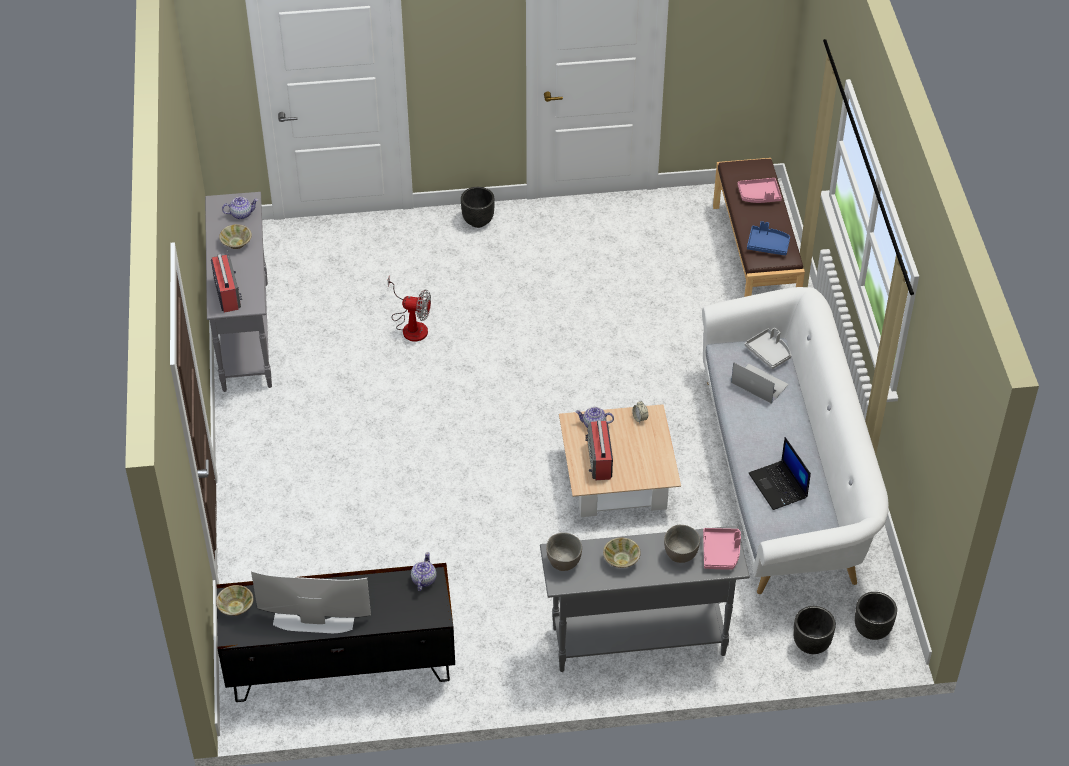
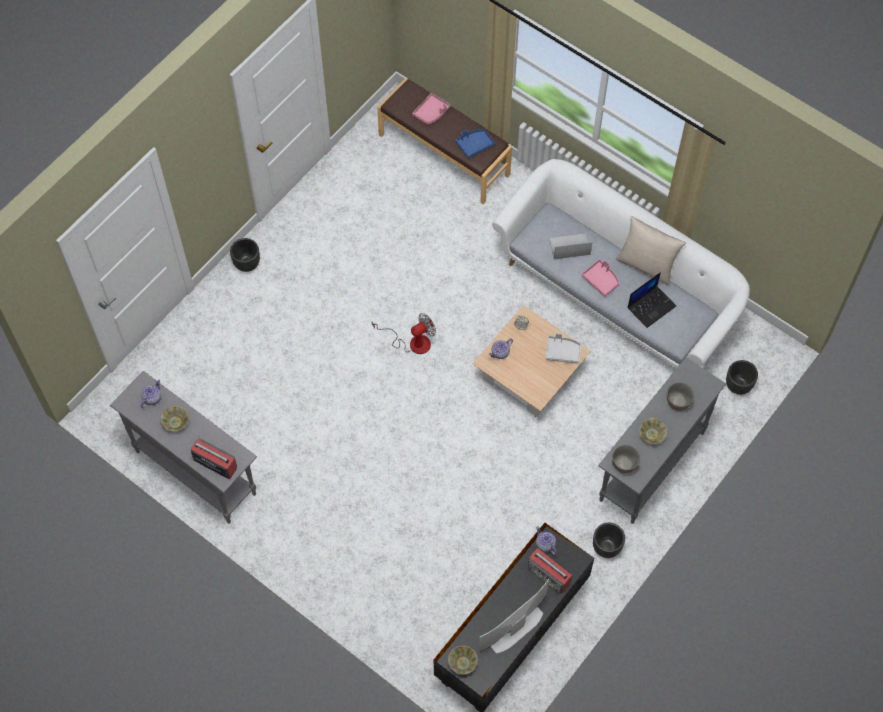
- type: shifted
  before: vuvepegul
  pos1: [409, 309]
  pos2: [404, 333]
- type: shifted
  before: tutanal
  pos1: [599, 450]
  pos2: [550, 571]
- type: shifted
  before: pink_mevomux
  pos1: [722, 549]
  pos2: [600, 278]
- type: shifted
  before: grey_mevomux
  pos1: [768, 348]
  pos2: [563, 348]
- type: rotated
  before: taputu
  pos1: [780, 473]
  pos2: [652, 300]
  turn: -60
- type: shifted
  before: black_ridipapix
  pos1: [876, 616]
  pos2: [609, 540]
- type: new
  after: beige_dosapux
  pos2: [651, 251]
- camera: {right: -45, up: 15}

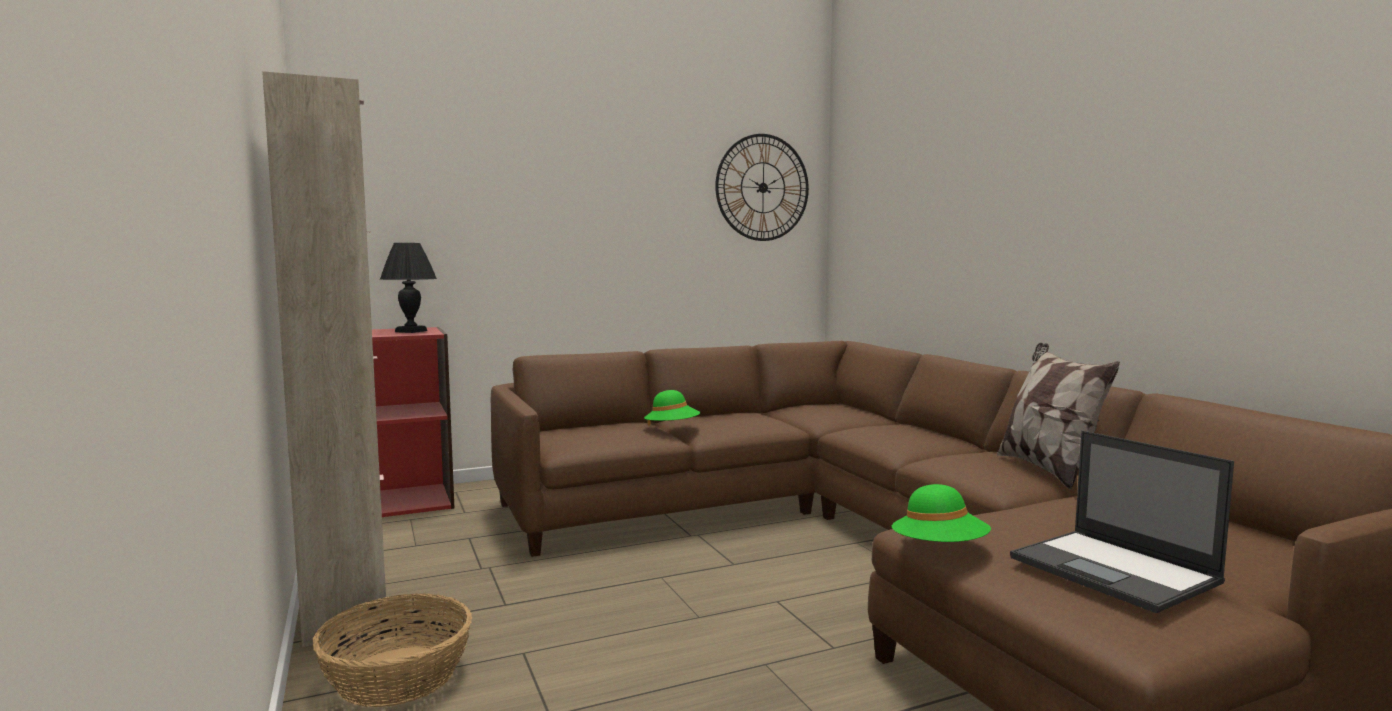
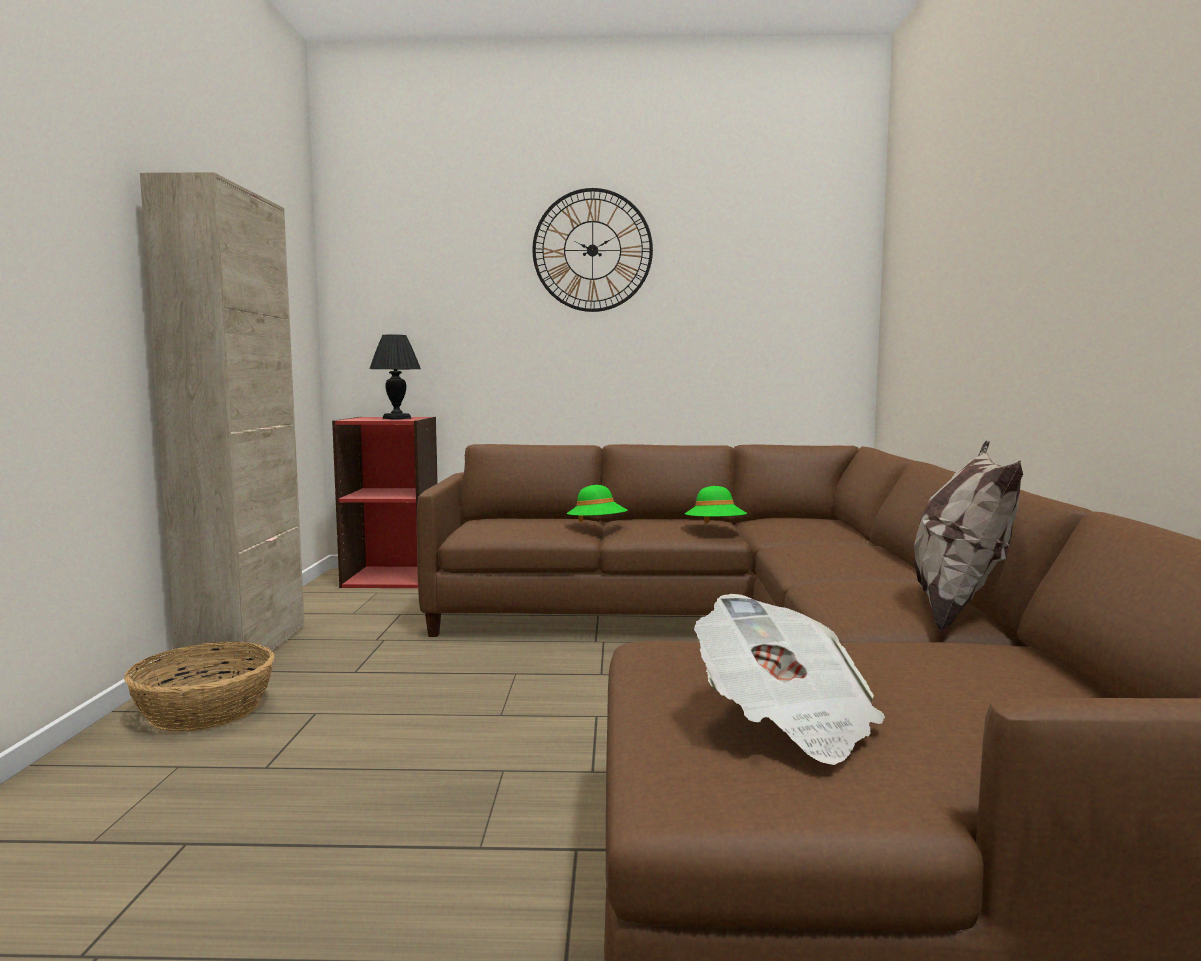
- type: shifted
  before: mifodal
  pos1: [762, 187]
  pos2: [592, 250]
- type: shifted
  before: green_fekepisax
  pos1: [941, 513]
  pos2: [716, 505]
- type: swapped
  before: taputu
  after: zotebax
  pos1: [1122, 522]
  pos2: [789, 679]
- camera: {right: 25, up: 0}

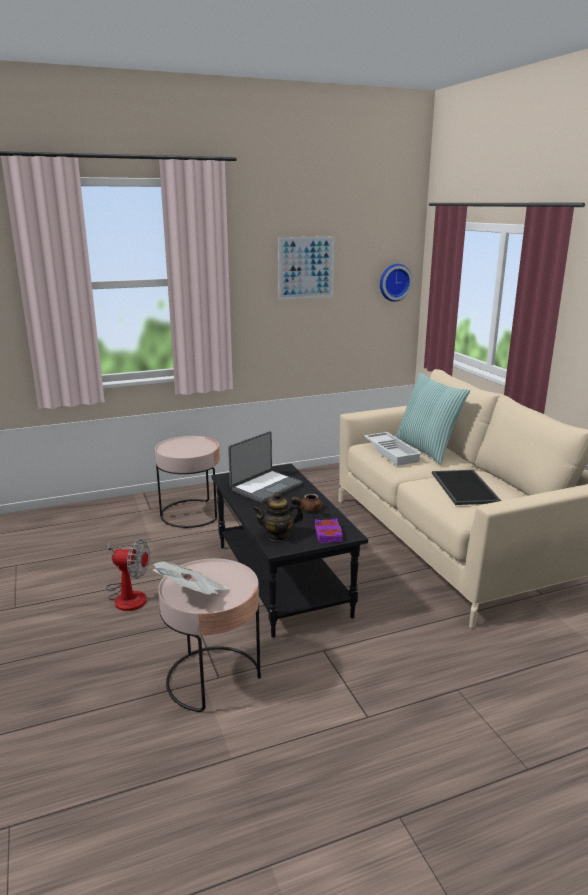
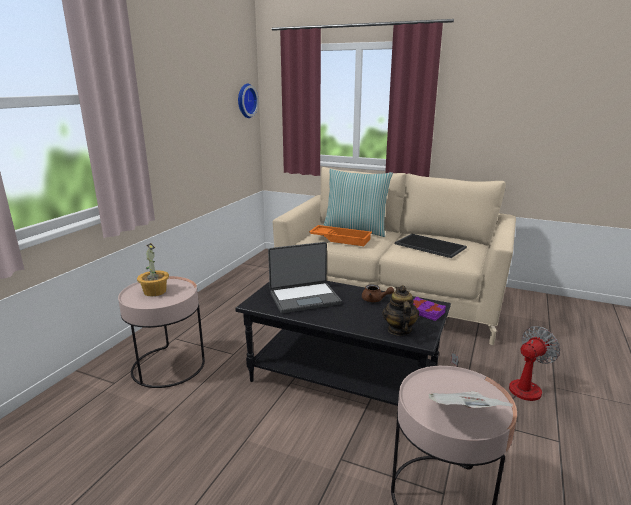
- type: shifted
  before: vuvepegul
  pos1: [128, 575]
  pos2: [505, 363]
- type: rotated
  before: taputu
  pos1: [265, 467]
  pos2: [305, 277]
  turn: 75
- type: rotated
  before: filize
  pos1: [278, 516]
  pos2: [400, 310]
  turn: 150
- type: gone
  before: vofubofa
  pos1: [306, 268]
- type: repainted
  before: white_mevomux
  after: orange_mevomux
  pos1: [393, 449]
  pos2: [340, 235]
- type: new
  after: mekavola
  pos2: [153, 270]
- camera: {right: -45, up: 0}

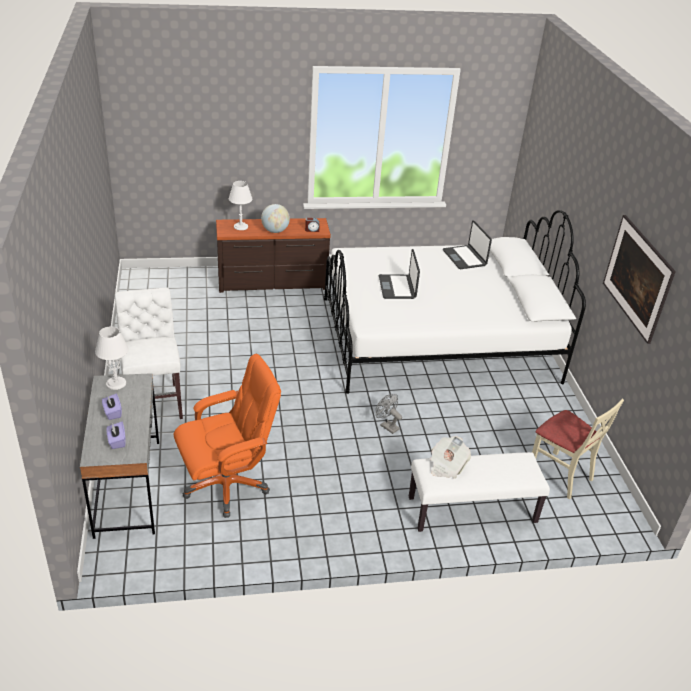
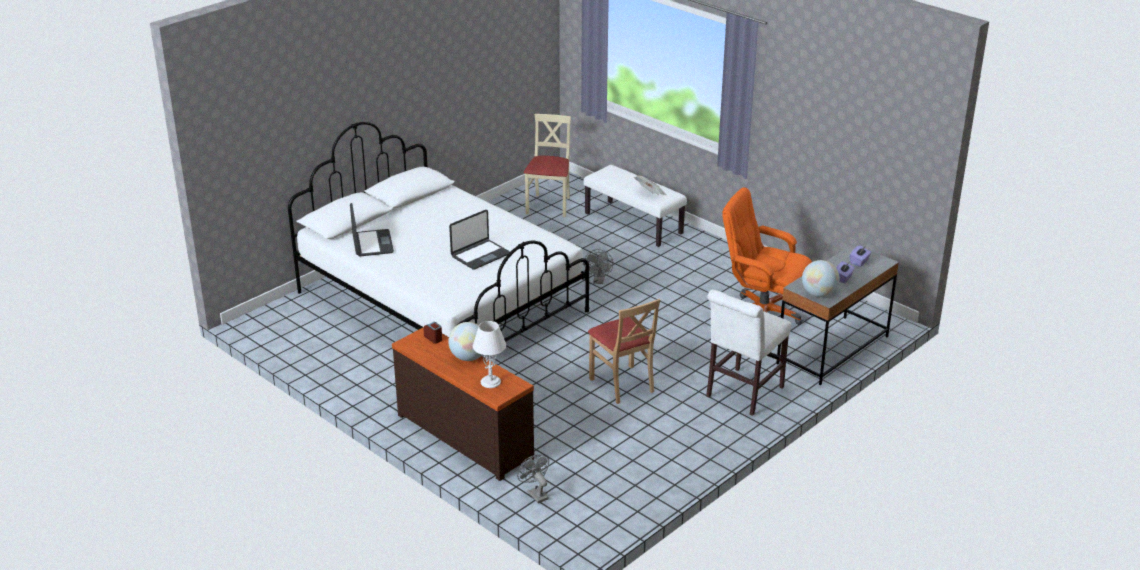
- type: swapped
  before: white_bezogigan
  after: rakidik
  pos1: [112, 358]
  pos2: [820, 278]
- type: rotated
  before: taputu
  pos1: [467, 244]
  pos2: [372, 229]
  turn: -45
- type: gone
  before: vofubofa
  pos1: [639, 279]
- type: new
  after: grey_vuvepegul
  pos2: [533, 479]
- type: new
  after: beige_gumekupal
  pos2: [624, 351]
- camera: {right: -125, up: -5}

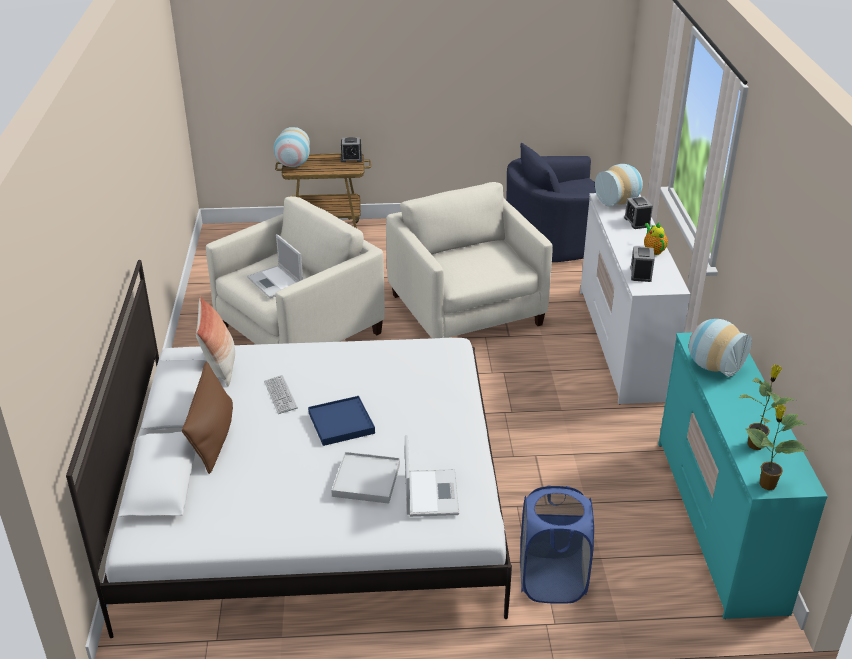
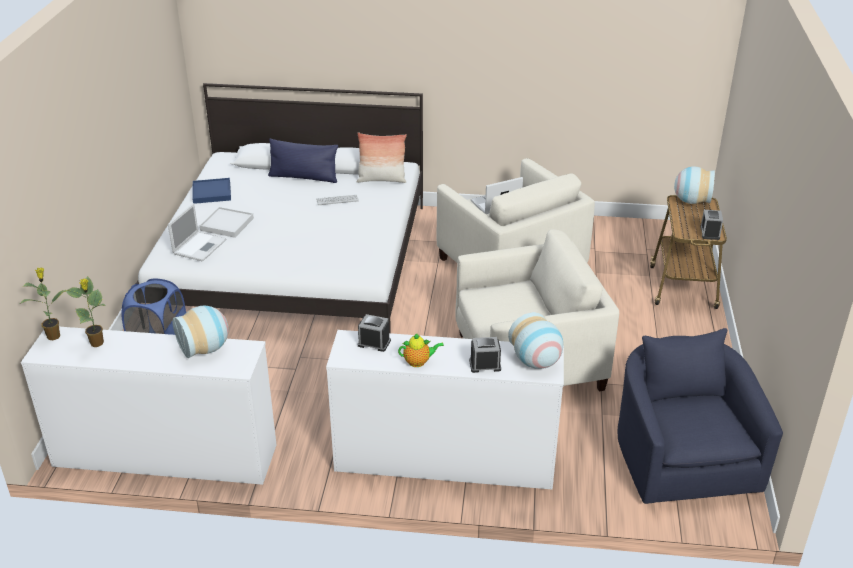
- type: repainted
  before: brown_dosapux
  after: blue_dosapux
  pos1: [207, 418]
  pos2: [303, 161]
- type: shifted
  before: blue_mevomux
  pos1: [341, 421]
  pos2: [211, 191]
- type: rotated
  before: taputu
  pos1: [432, 476]
  pos2: [197, 232]
  turn: -75
- type: repainted
  before: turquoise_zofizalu
  after: white_zofizalu
  pos1: [743, 476]
  pos2: [149, 406]
- camera: {right: 100, up: 0}

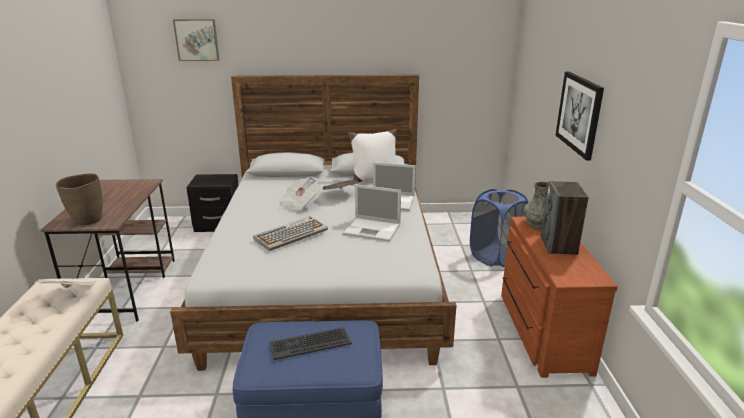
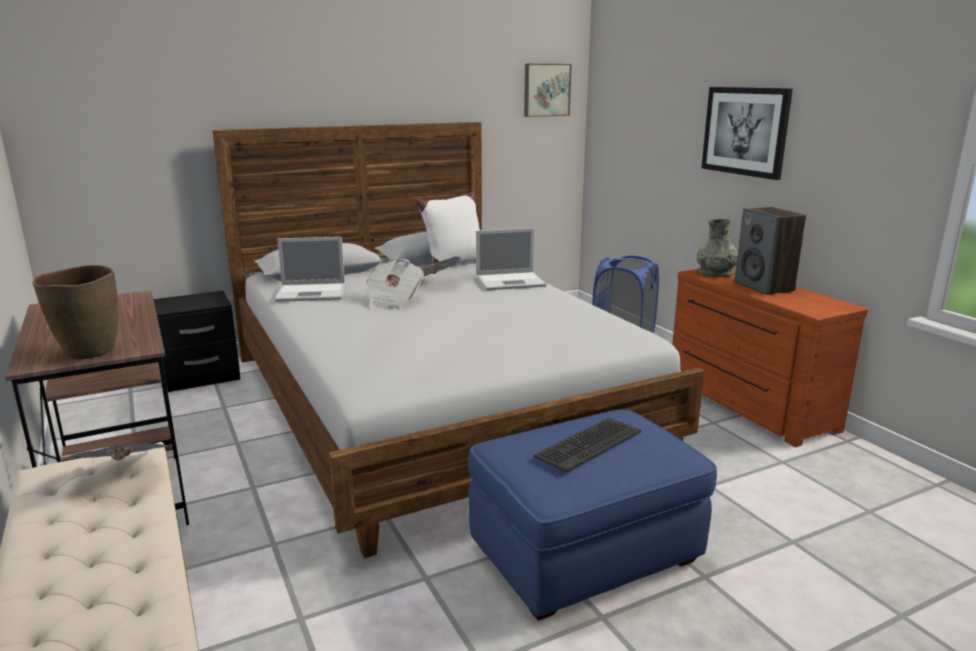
- type: shifted
  before: vofubofa
  pos1: [196, 40]
  pos2: [548, 90]
- type: gone
  before: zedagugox
  pos1: [290, 233]
- type: shifted
  before: taputu
  pos1: [372, 213]
  pos2: [309, 269]
- camera: {right: -25, up: -5}

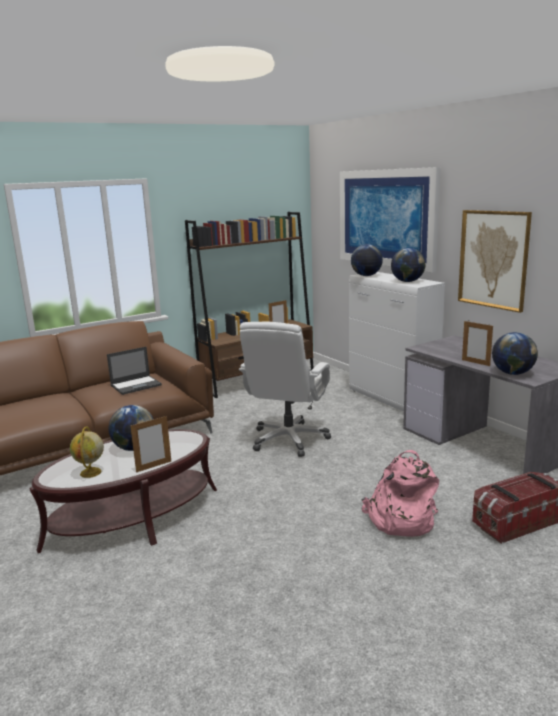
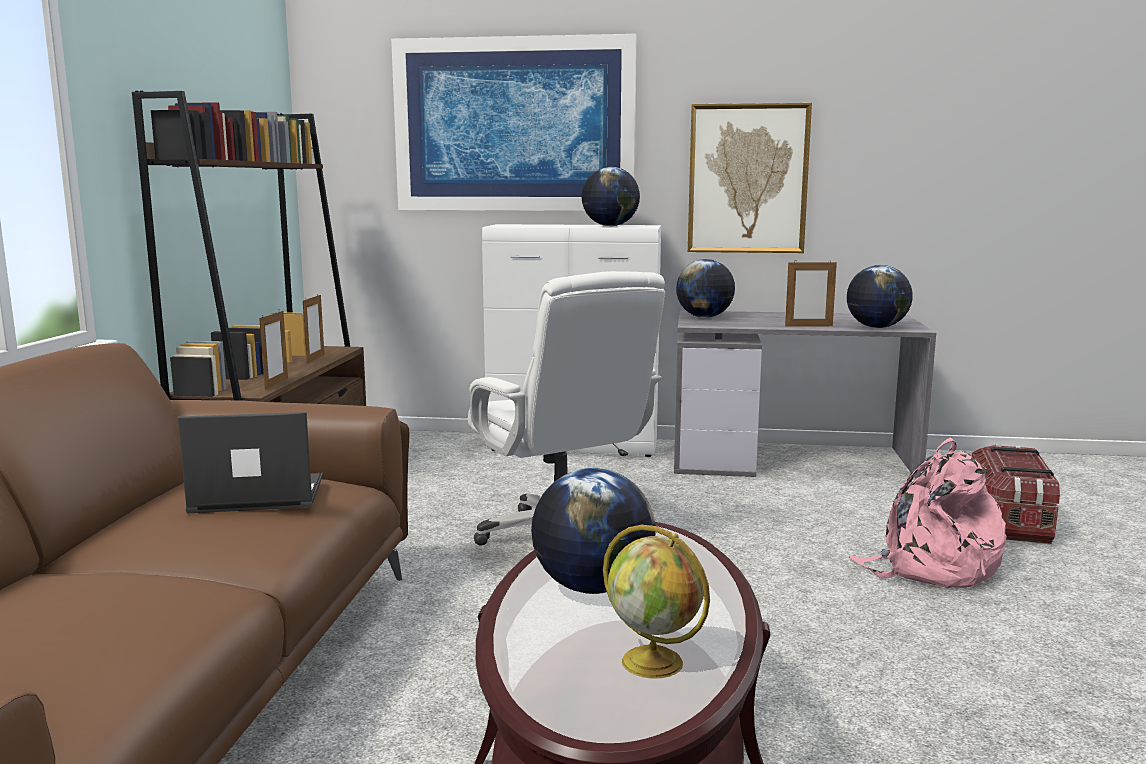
- type: rotated
  before: taputu
  pos1: [134, 371]
  pos2: [250, 462]
  turn: -105
- type: shifted
  before: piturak
  pos1: [150, 444]
  pos2: [273, 349]
- type: shifted
  before: rakidik
  pos1: [367, 260]
  pos2: [705, 288]
- camera: {right: -50, up: -5}

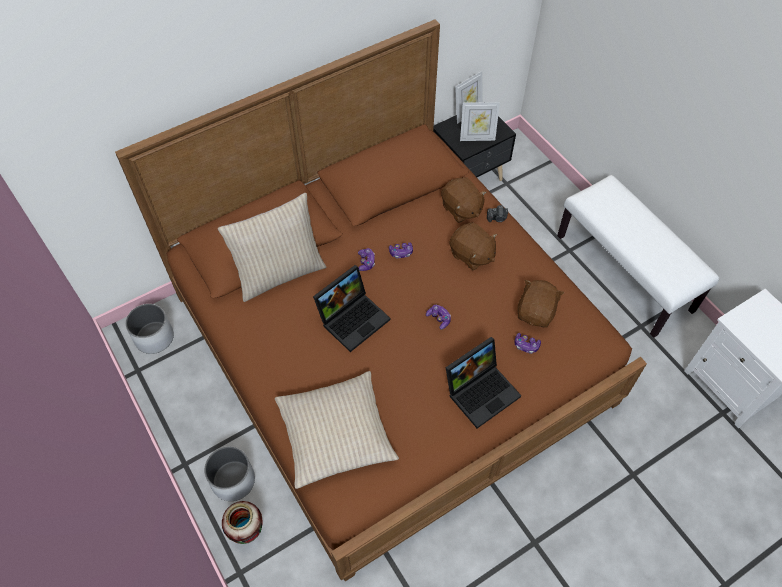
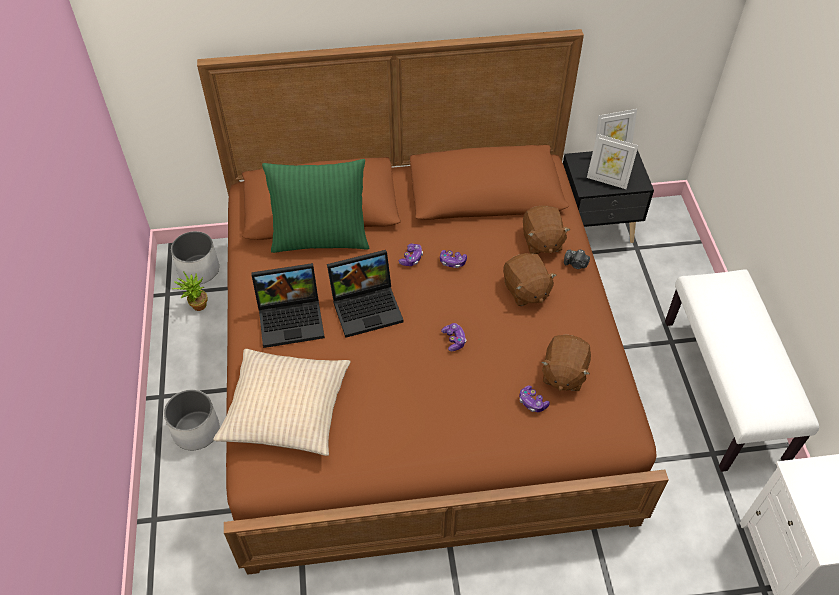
- type: repainted
  before: beige_dosapux
  after: green_dosapux
  pos1: [272, 247]
  pos2: [316, 206]
- type: gone
  before: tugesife
  pos1: [242, 522]
- type: shifted
  before: taputu
  pos1: [483, 382]
  pos2: [288, 305]
- type: rotated
  before: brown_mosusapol
  pos1: [540, 304]
  pos2: [566, 363]
  turn: 150
- type: new
  after: mekavola
  pos2: [190, 291]
- camera: {right: 25, up: -5}

